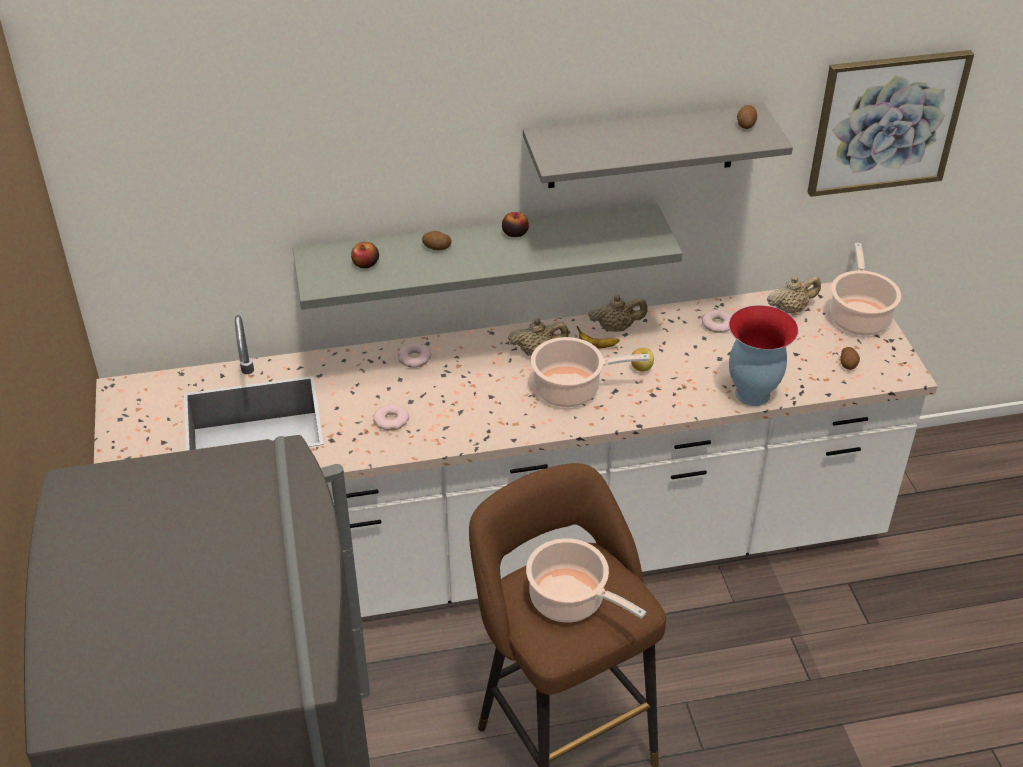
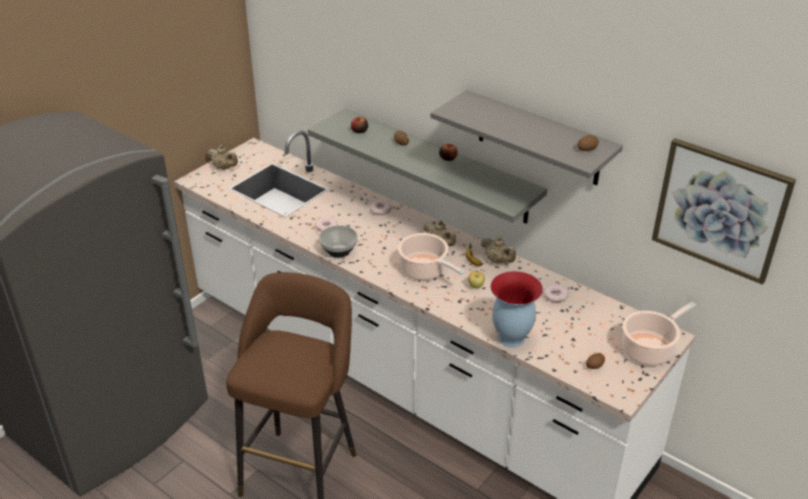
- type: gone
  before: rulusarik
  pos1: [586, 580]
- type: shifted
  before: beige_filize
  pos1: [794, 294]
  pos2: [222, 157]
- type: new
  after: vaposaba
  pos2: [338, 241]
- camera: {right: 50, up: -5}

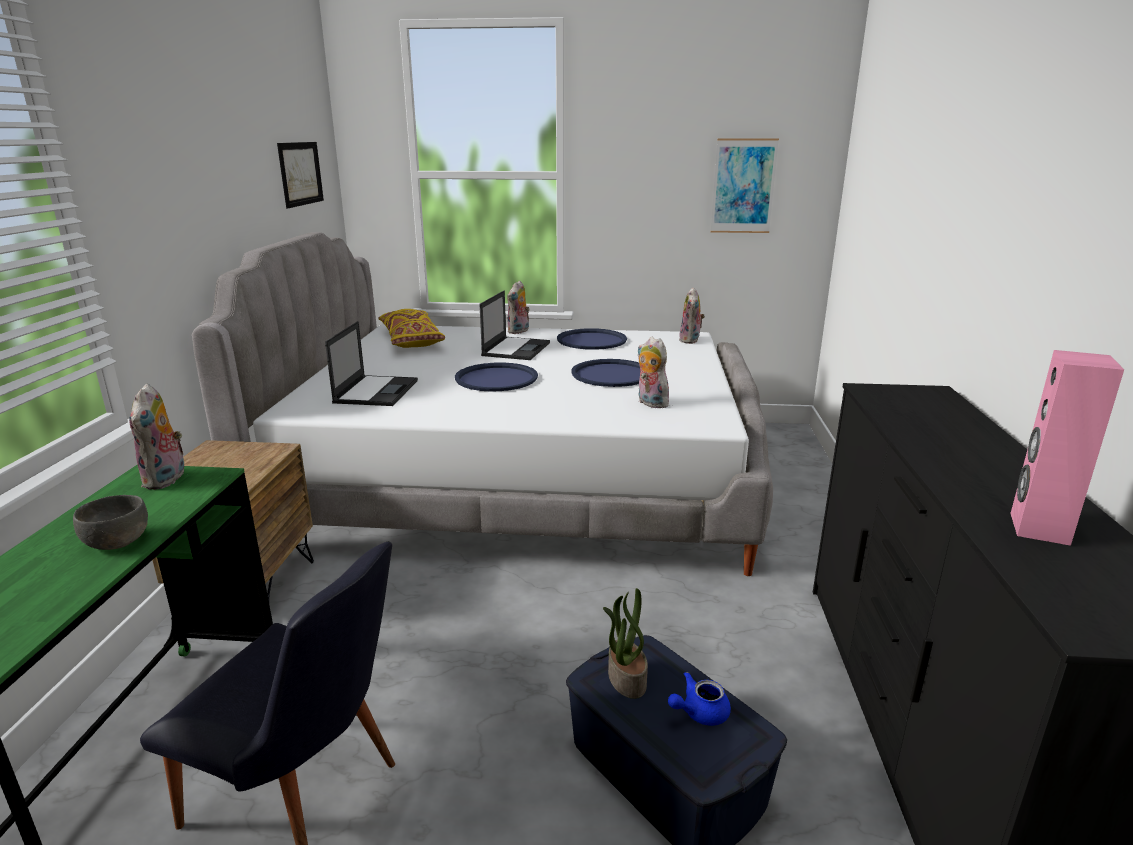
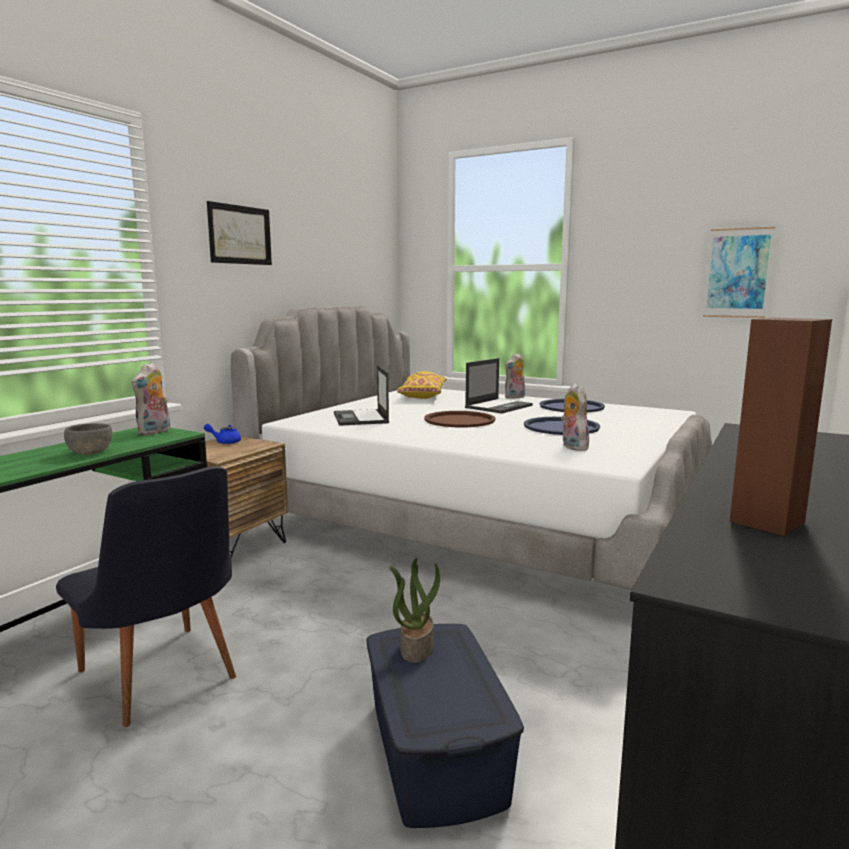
- type: shifted
  before: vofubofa
  pos1: [300, 175]
  pos2: [239, 233]
- type: rotated
  before: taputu
  pos1: [371, 363]
  pos2: [361, 395]
  turn: 135
- type: repainted
  before: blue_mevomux
  after: brown_mevomux
  pos1: [496, 376]
  pos2: [460, 419]
- type: shifted
  before: blue_filize
  pos1: [699, 699]
  pos2: [222, 434]
- type: gone
  before: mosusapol
  pos1: [692, 315]
- type: repainted
  before: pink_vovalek
  after: brown_vovalek
  pos1: [1067, 448]
  pos2: [781, 426]
- camera: {right: 25, up: -10}

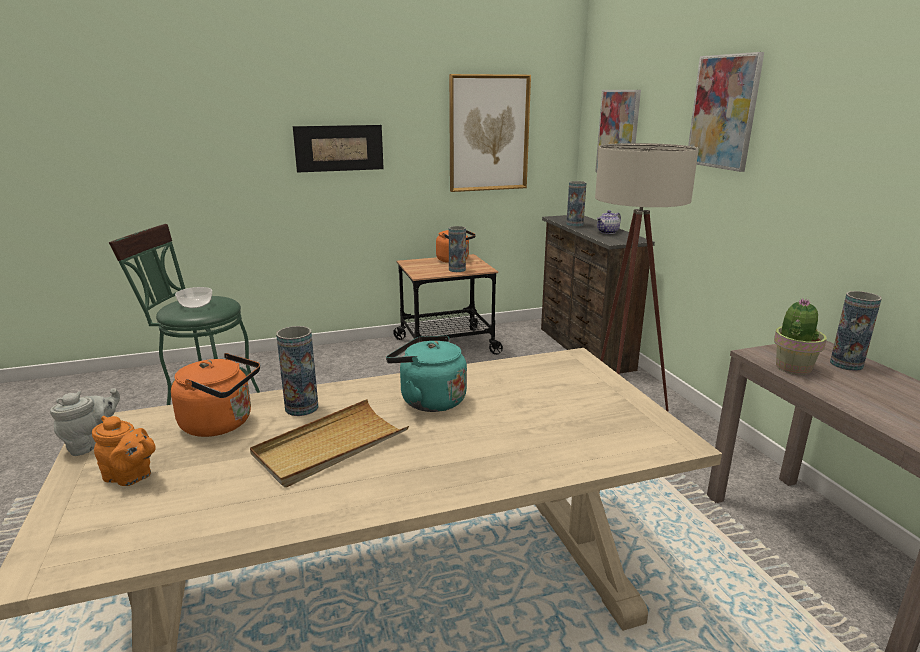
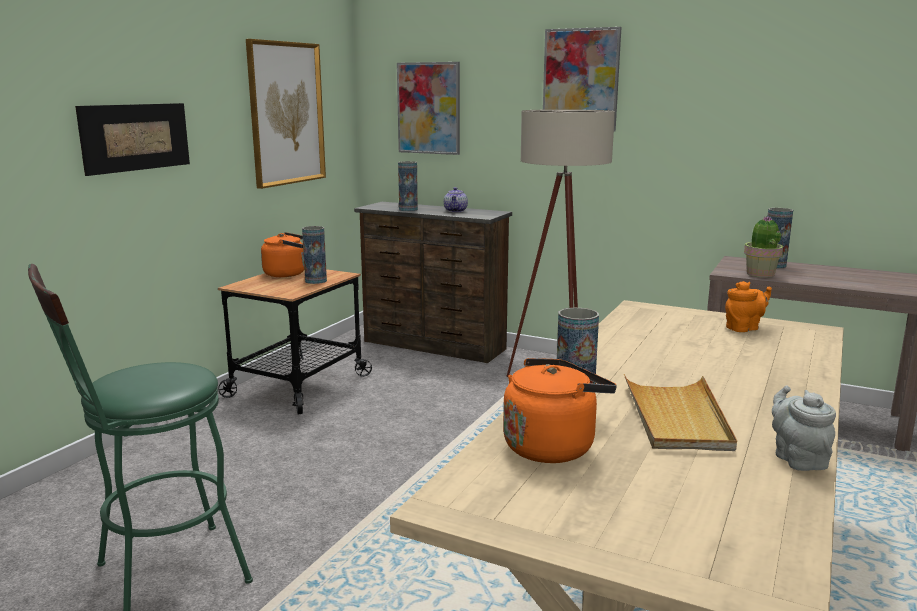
- type: shifted
  before: grey_filize
  pos1: [85, 422]
  pos2: [804, 428]
- type: shifted
  before: orange_filize
  pos1: [124, 451]
  pos2: [748, 306]
- type: gone
  before: vaposaba
  pos1: [193, 297]
- type: gone
  before: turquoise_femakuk
  pos1: [426, 374]
- camera: {right: -45, up: -5}

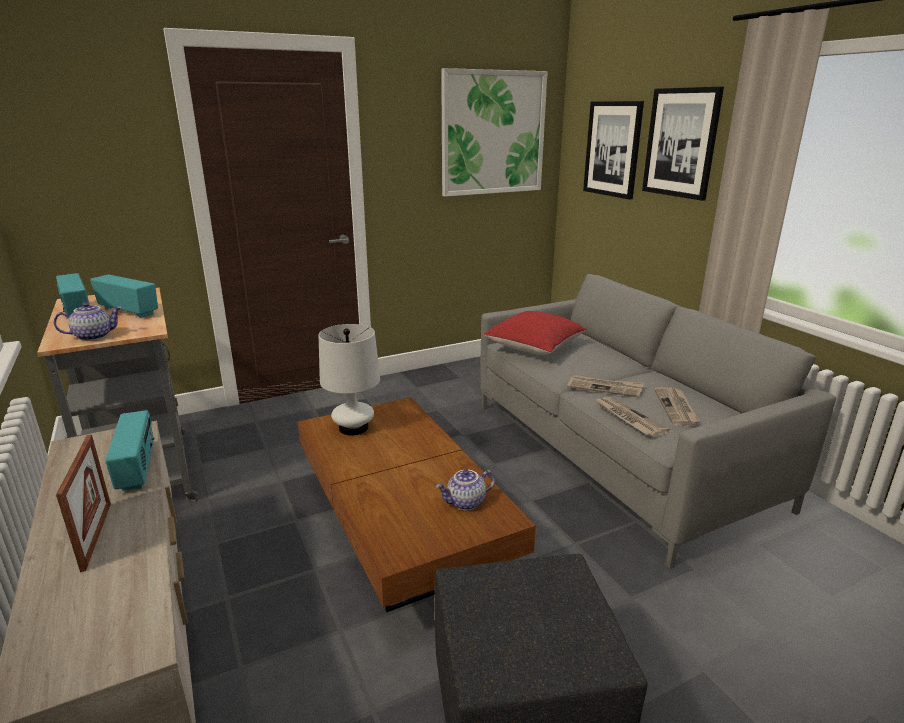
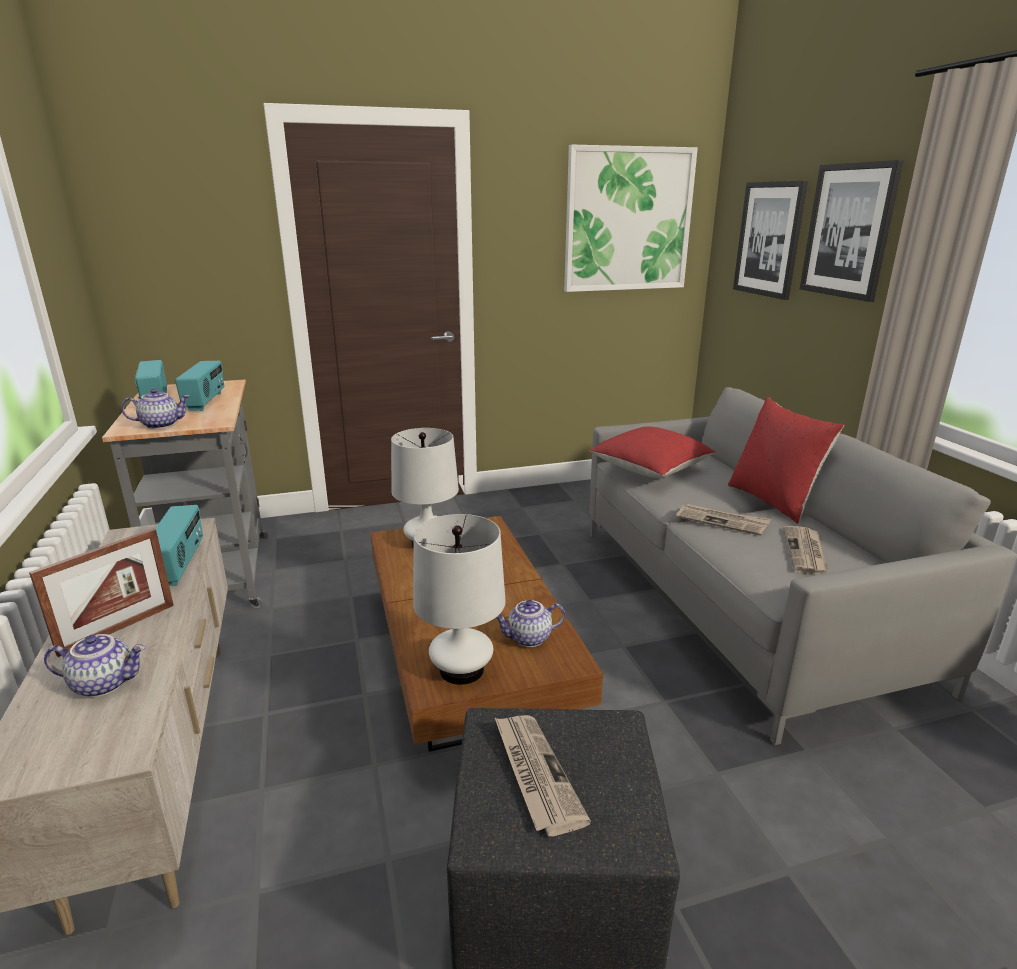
- type: rotated
  before: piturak
  pos1: [83, 503]
  pos2: [101, 592]
  turn: 45
- type: rotated
  before: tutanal
  pos1: [124, 296]
  pos2: [199, 386]
  turn: 45
- type: shifted
  before: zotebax
  pos1: [632, 417]
  pos2: [543, 775]
- type: new
  after: filize
  pos2: [94, 665]
- type: new
  after: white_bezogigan
  pos2: [459, 599]
- type: new
  after: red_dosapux
  pos2: [786, 460]
- camera: {right: 10, up: 0}

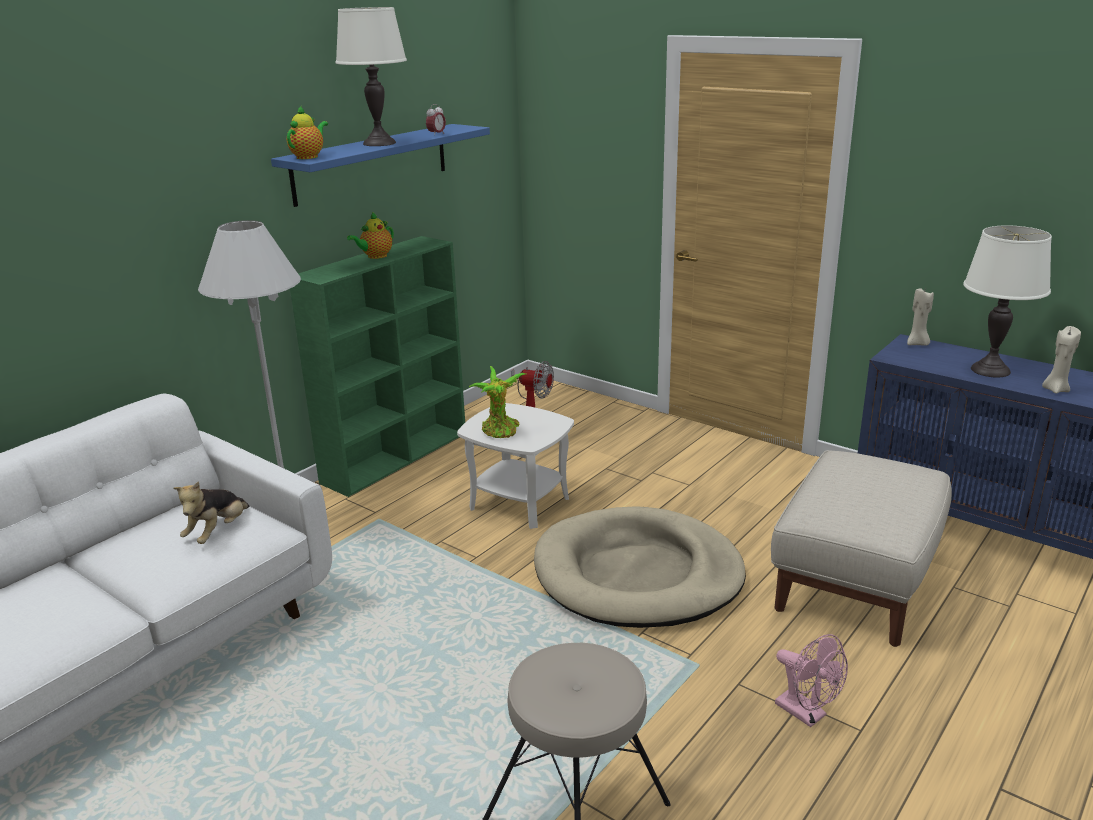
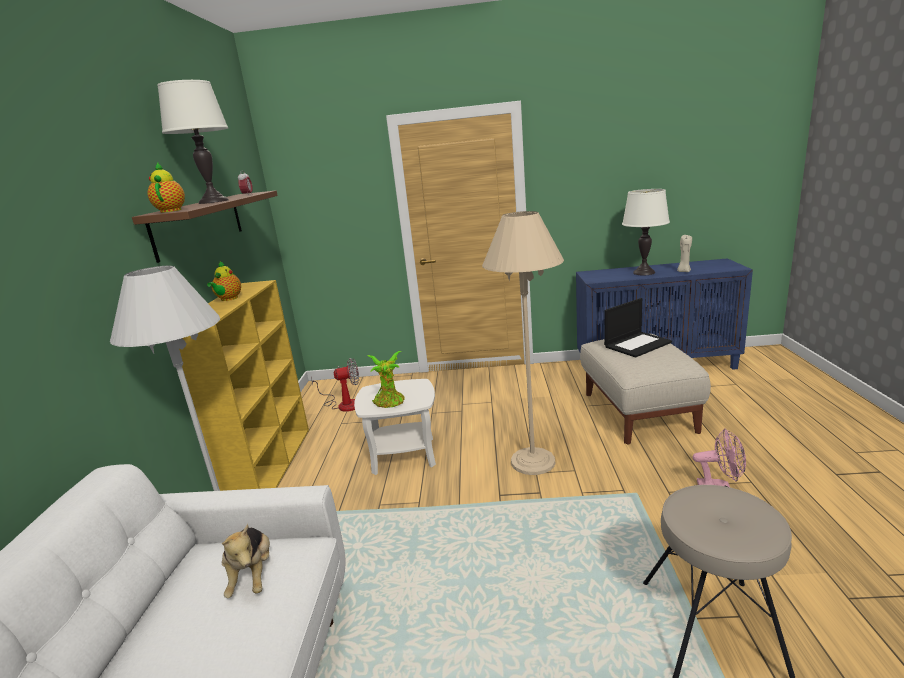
- type: repainted
  before: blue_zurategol
  after: brown_zurategol
  pos1: [380, 165]
  pos2: [205, 227]
- type: repainted
  before: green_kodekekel
  after: yellow_kodekekel
  pos1: [377, 366]
  pos2: [244, 385]
- type: swapped
  before: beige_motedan
  after: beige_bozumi
  pos1: [640, 567]
  pos2: [523, 343]
- type: gone
  before: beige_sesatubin
  pos1: [920, 317]
- type: new
  after: taputu
  pos2: [638, 328]
- camera: {right: -35, up: -5}

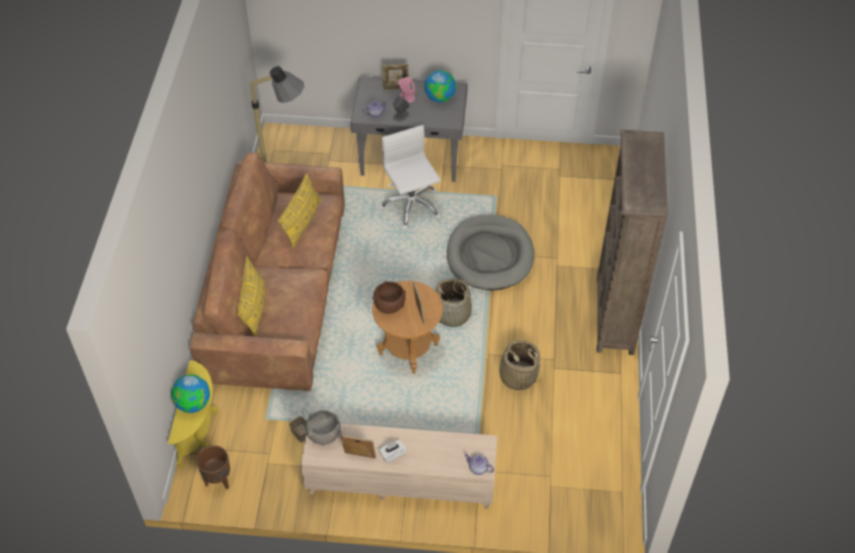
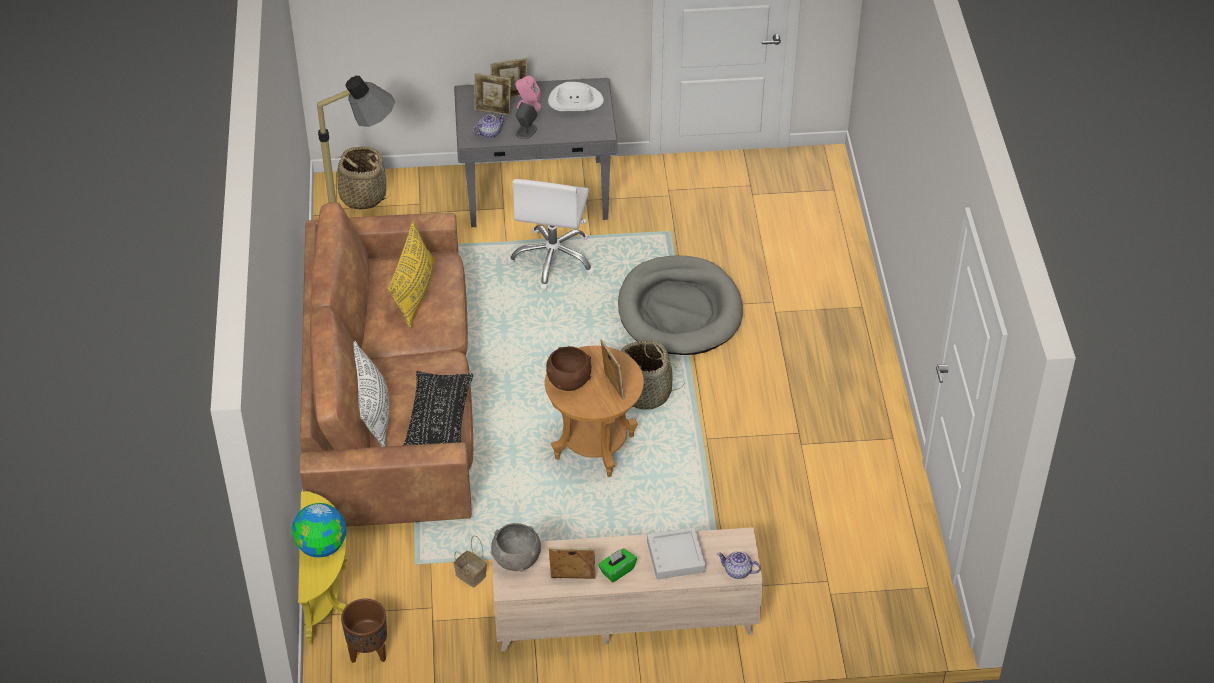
- type: repainted
  before: yellow_dosapux
  after: white_dosapux
  pos1: [251, 296]
  pos2: [371, 394]
- type: repainted
  before: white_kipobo
  after: green_kipobo
  pos1: [393, 451]
  pos2: [617, 565]
- type: rotated
  before: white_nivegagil
  pos1: [410, 177]
  pos2: [551, 234]
  turn: -135
- type: swapped
  before: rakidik
  after: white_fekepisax
  pos1: [440, 86]
  pos2: [576, 96]
- type: shifted
  before: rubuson
  pos1: [517, 365]
  pos2: [363, 178]
- type: gone
  before: brown_kodekekel
  pos1: [632, 242]
- type: new
  after: black_dosapux
  pos2: [438, 408]
- type: new
  after: piturak
  pos2: [492, 94]
- type: new
  after: grey_mevomux
  pos2: [676, 553]
- camera: {right: -10, up: -5}

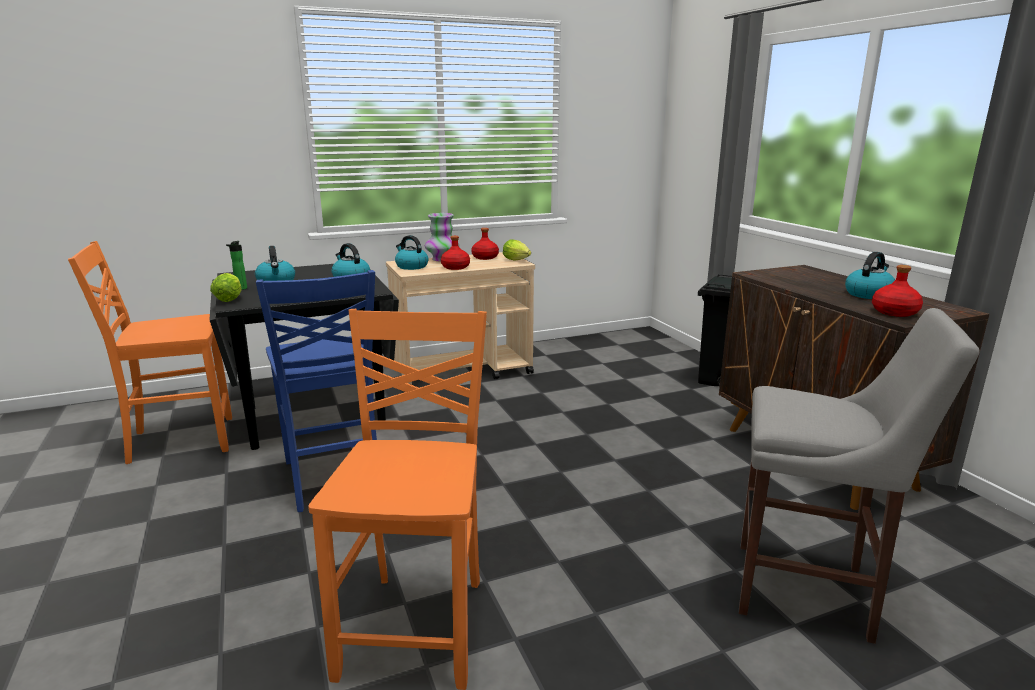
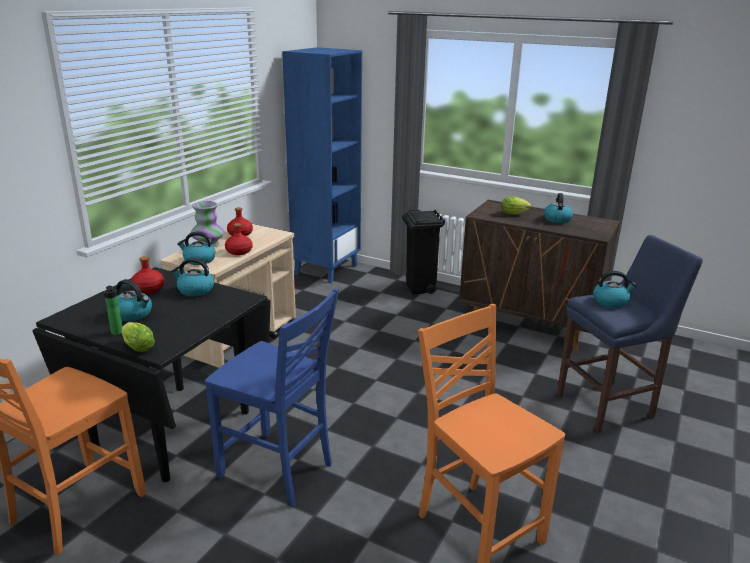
- type: shifted
  before: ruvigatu
  pos1: [517, 250]
  pos2: [516, 205]
- type: repainted
  before: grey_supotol
  after: blue_supotol
  pos1: [859, 476]
  pos2: [630, 333]
- type: shifted
  before: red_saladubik
  pos1: [897, 291]
  pos2: [148, 275]
- type: new
  after: blue_kodekekel
  pos2: [322, 165]
- type: new
  after: femakuk
  pos2: [615, 289]
- camera: {right: -40, up: 5}

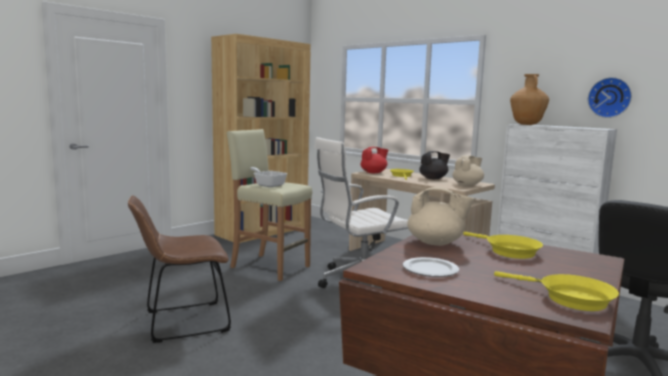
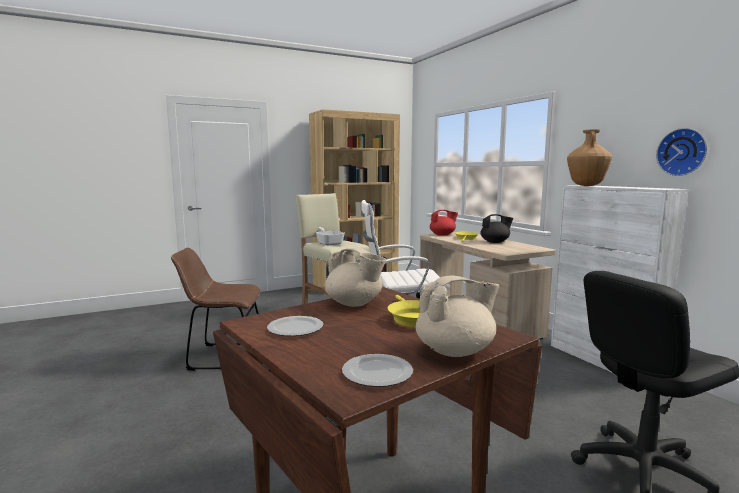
- type: shifted
  before: beige_filize
  pos1: [468, 170]
  pos2: [457, 316]
- type: swapped
  before: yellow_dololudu
  after: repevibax
  pos1: [556, 291]
  pos2: [377, 370]
- camera: {right: 20, up: 0}

